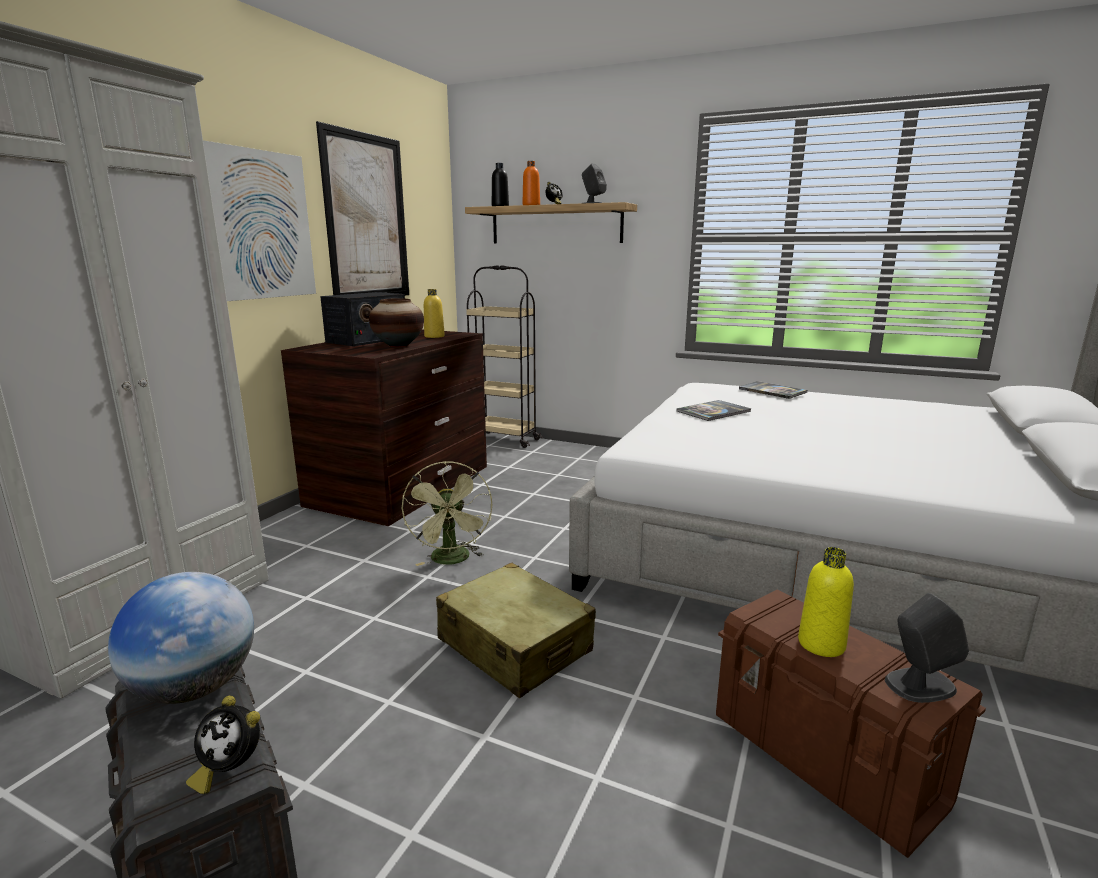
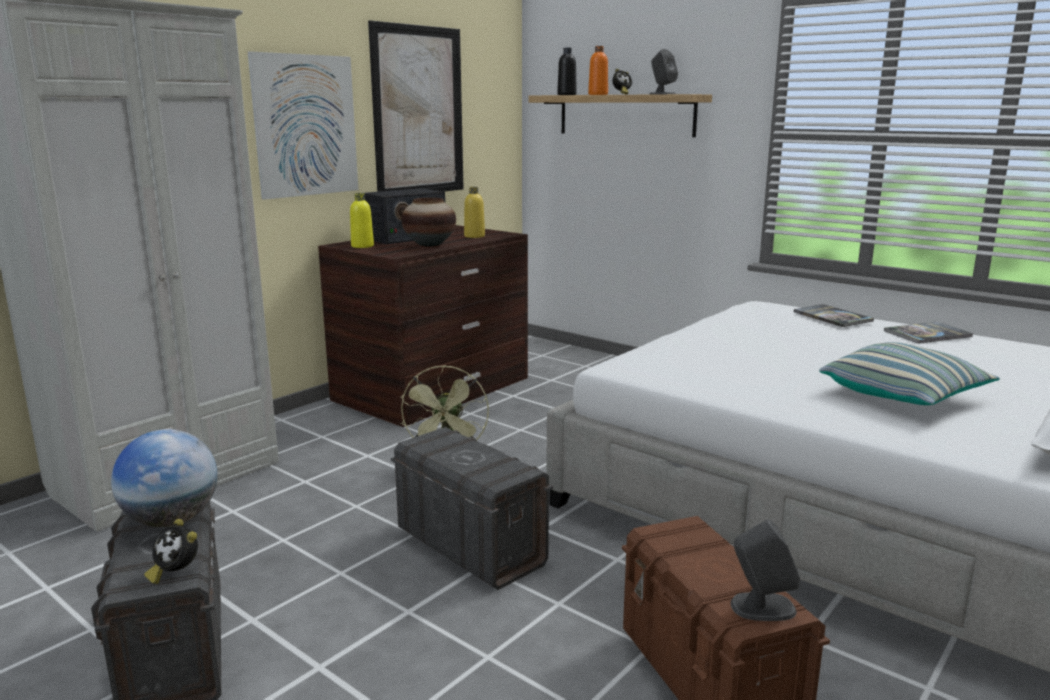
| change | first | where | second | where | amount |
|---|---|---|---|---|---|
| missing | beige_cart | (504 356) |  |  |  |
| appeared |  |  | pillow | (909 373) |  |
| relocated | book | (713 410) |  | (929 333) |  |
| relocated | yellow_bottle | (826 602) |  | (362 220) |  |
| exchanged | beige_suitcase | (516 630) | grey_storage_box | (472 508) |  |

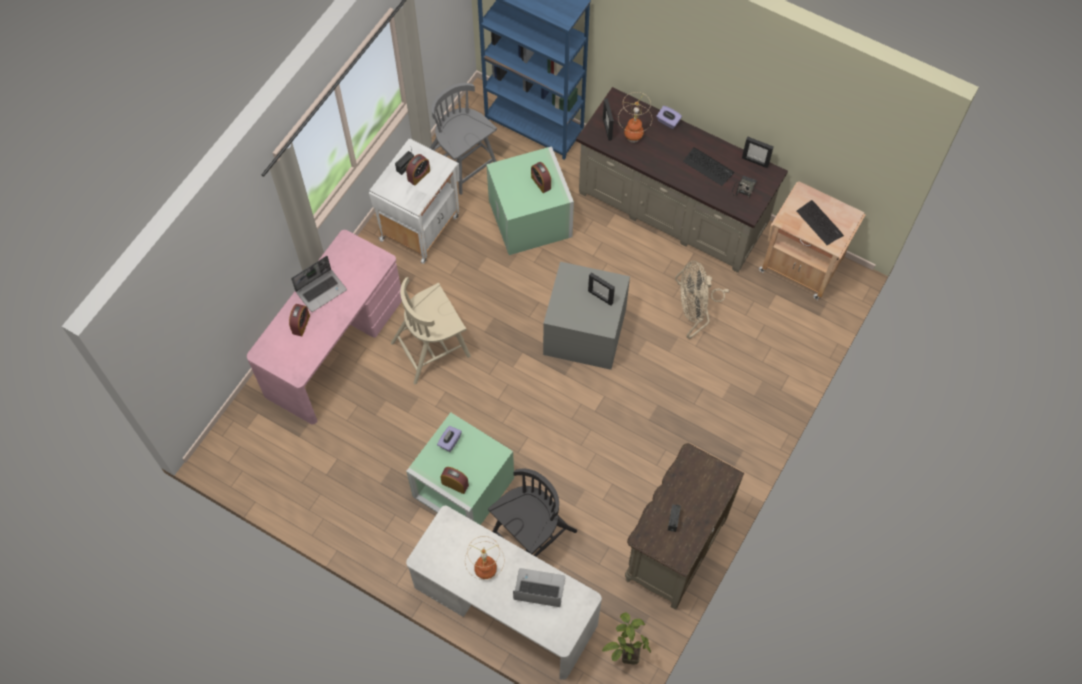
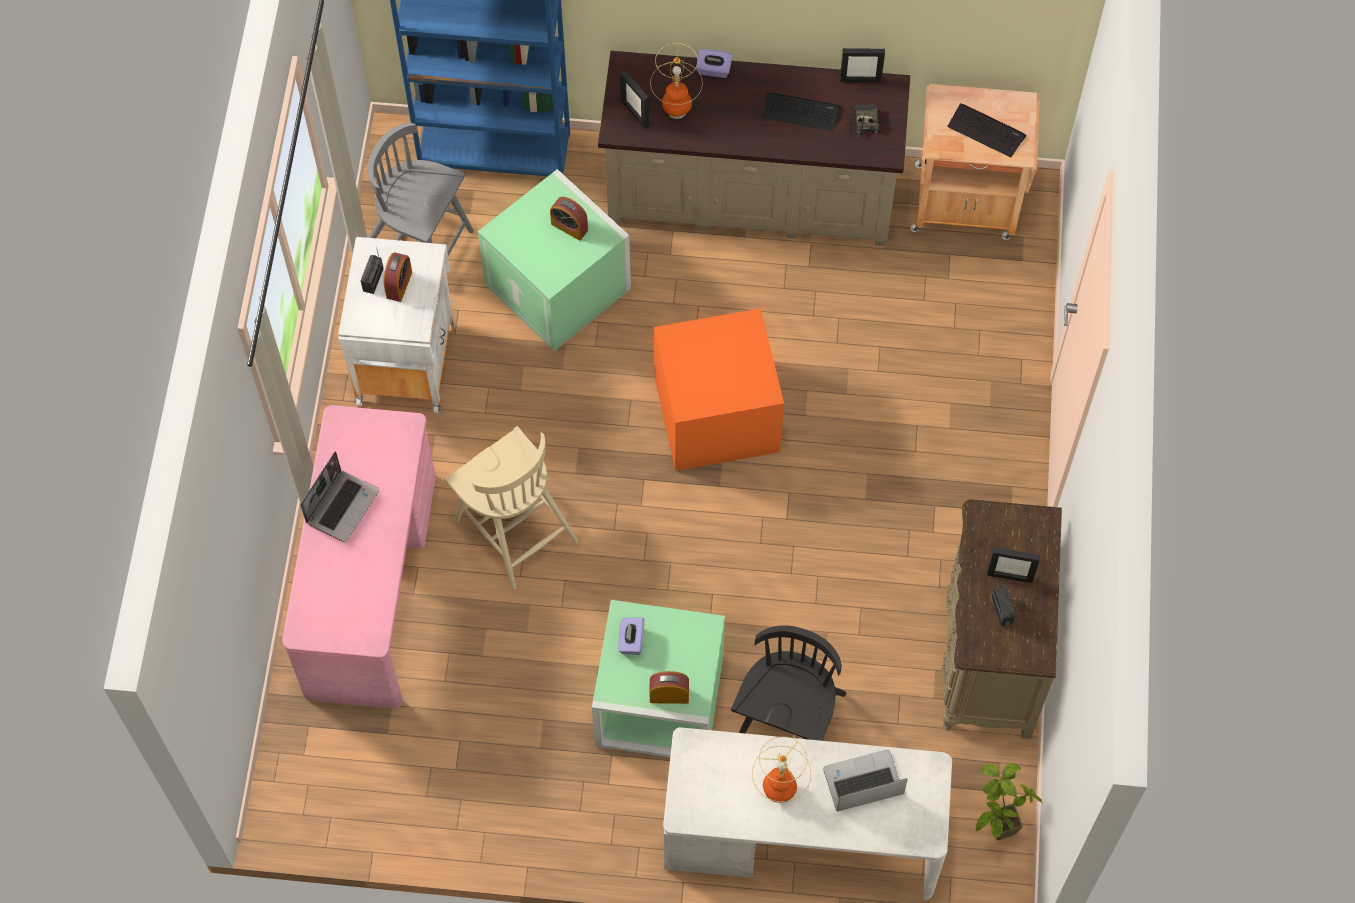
| change | first | where | second | where | amount |
|---|---|---|---|---|---|
| missing | alarm_clock | (299 320) |  |  |  |
| missing | beige_fan | (702 300) |  |  |  |
| relocated | picture_frame | (601 289) |  | (1013 565) |  |
| colour | grey_storage_box | (586 316) | orange_storage_box | (719 389) |  |
| spun | beige_chair | (431 330) |  | (511 507) | 75 degrees counterclockwise |

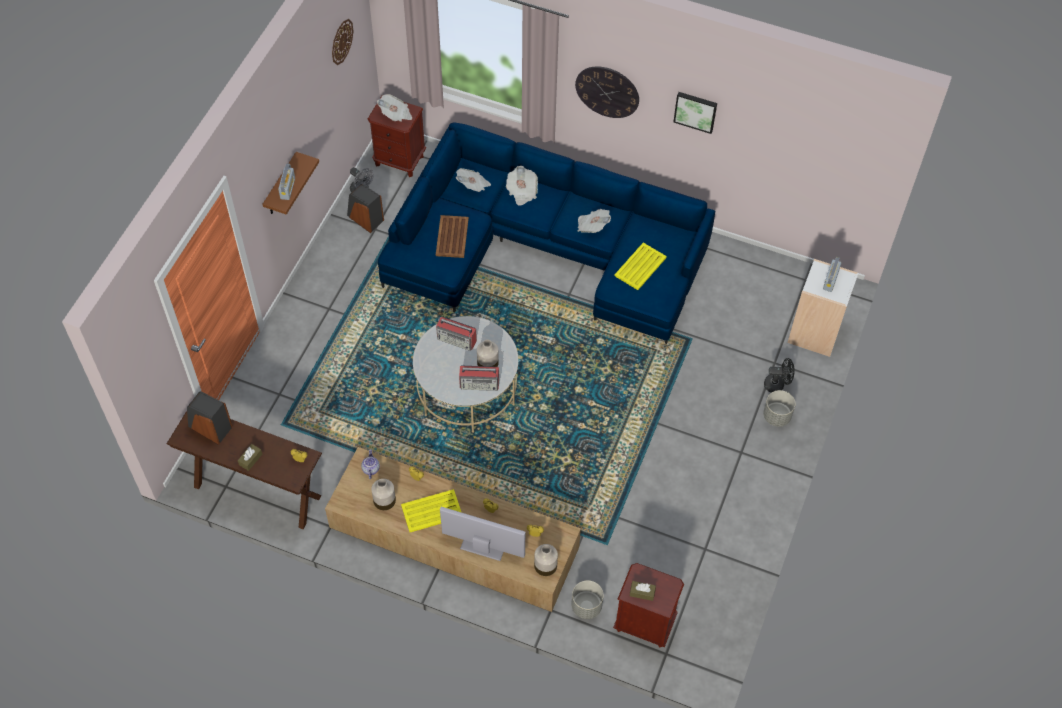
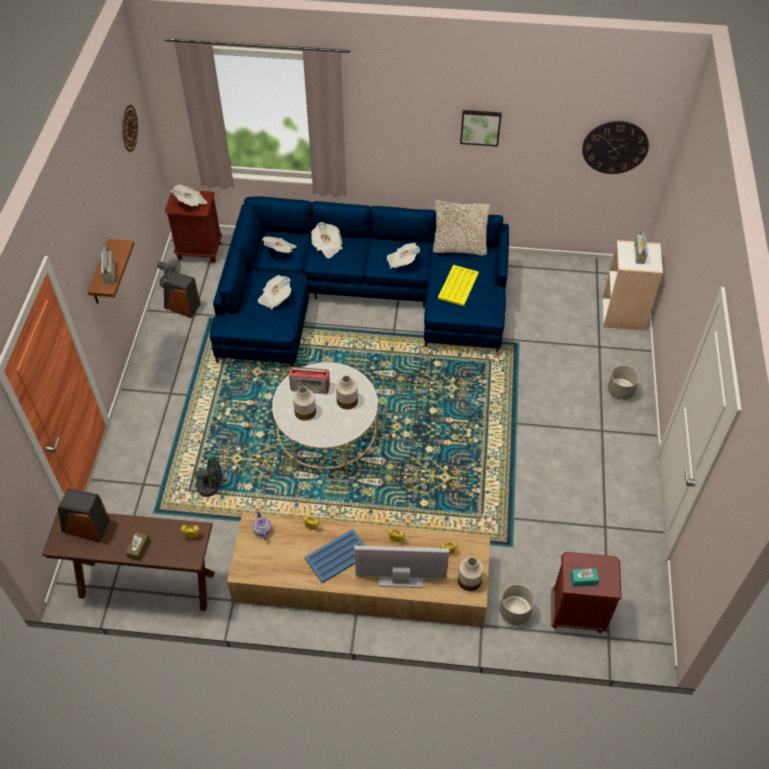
| change | first | where | second | where | amount |
|---|---|---|---|---|---|
| missing | radio | (479 378) |  |  |  |
| appeared |  |  | beige_pillow | (461 228) |  |
| relocated | beige_vase | (383 494) |  | (304 404) |  |
| relocated | wall_clock | (607 92) |  | (615 147) |  |
| relocated | black_fan | (779 375) |  | (208 477) |  |
| exchanged | brown_tray | (452 236) | newspaper | (274 292) |  |
| colour | yellow_tray | (431 510) | blue_tray | (335 556) |  |
| colour | brown_tissue_box | (643 591) | turquoise_tissue_box | (585 577) |  |

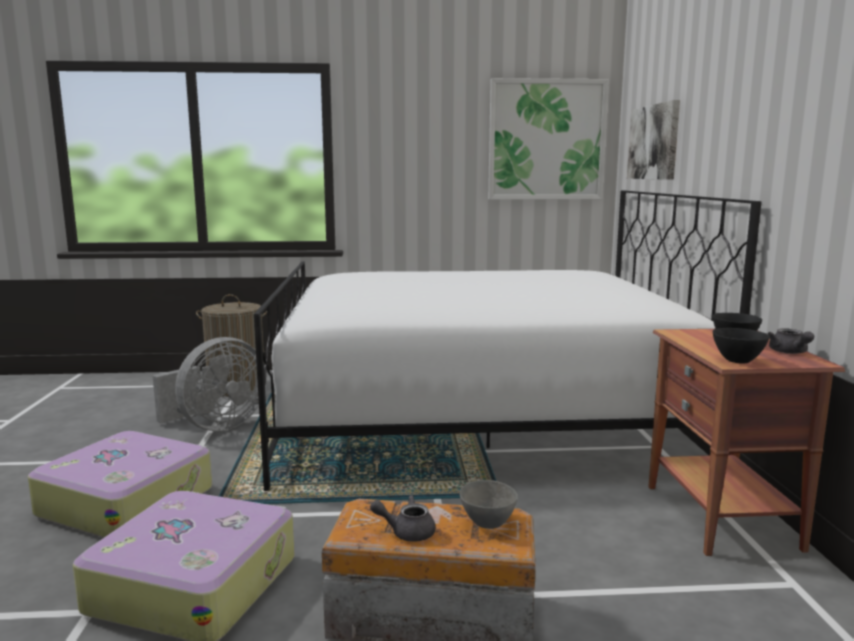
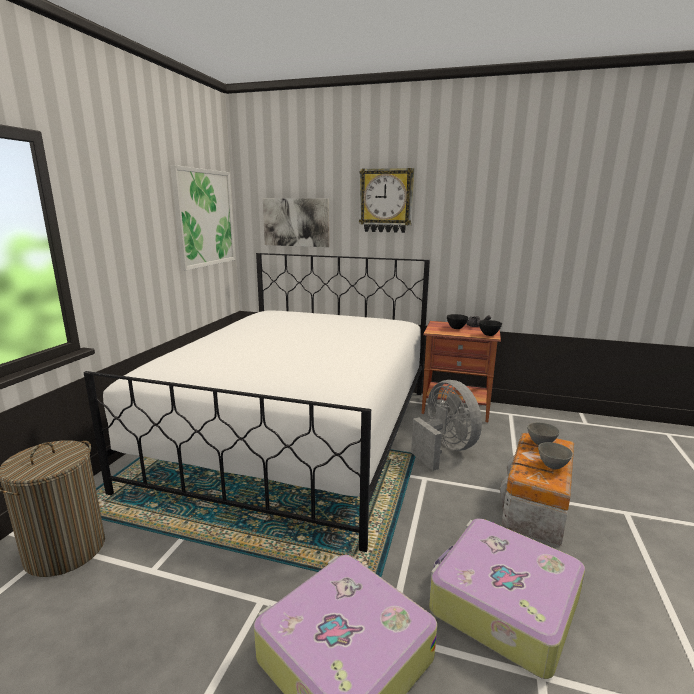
| change | first | where | second | where | amount |
|---|---|---|---|---|---|
| appeared |  |  | wall_clock | (386 200) |  |
| relocated | grey_fan | (209 384) |  | (446 425) |  |
| exchanged | grey_teapot | (403 518) | grey_bowl | (555 455) |  |

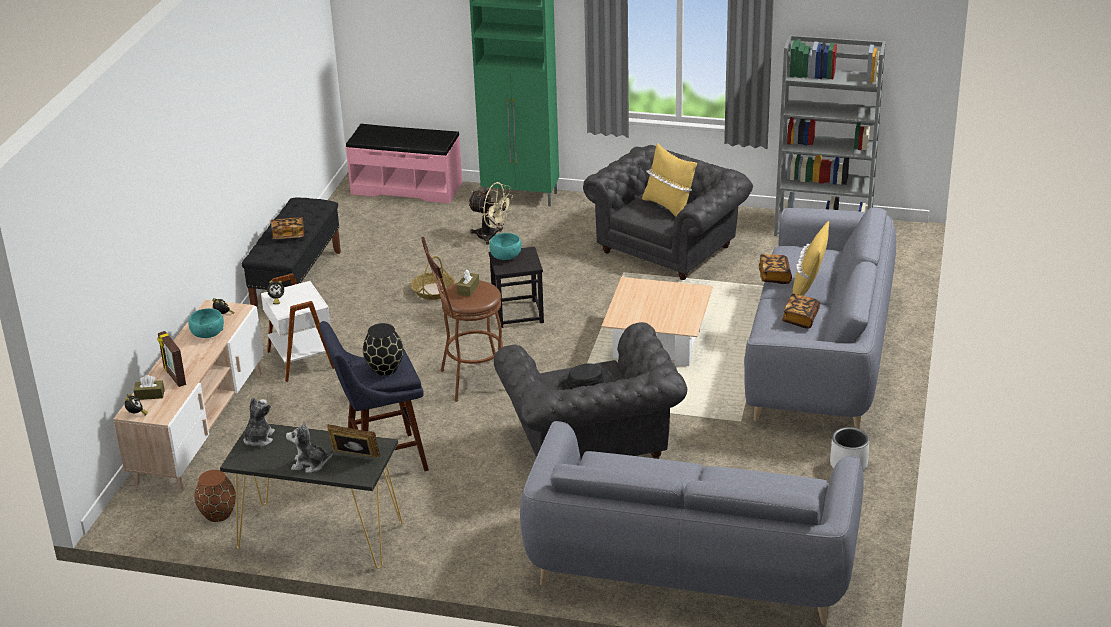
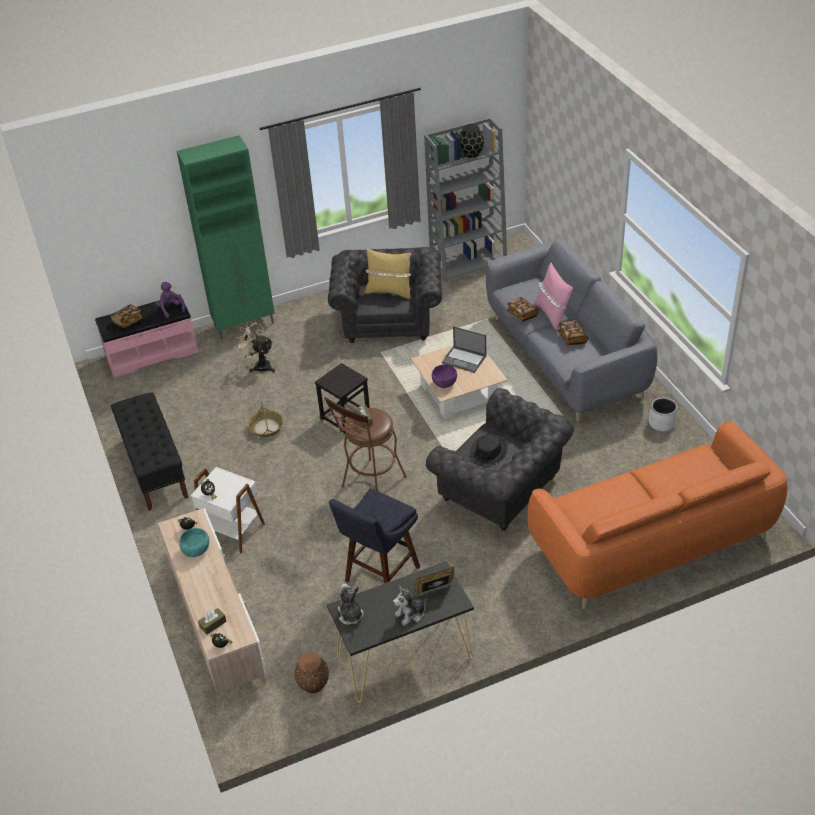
| change | first | where | second | where | amount |
|---|---|---|---|---|---|
| missing | picture_frame | (171 359) |  |  |  |
| missing | turquoise_bowl | (505 246) |  |  |  |
| appeared |  |  | purple_plush_toy | (170 300) |  |
| appeared |  |  | purple_bowl | (444 376) |  |
| appeared |  |  | laptop | (464 349) |  |
| relocated | book | (287 228) |  | (126 316) |  |
| relocated | black_vase | (383 349) |  | (472 141) |  |
| colour | grey_sofa | (692 523) | orange_sofa | (657 515) |  |
| colour | yellow_pillow | (811 258) | pink_pillow | (554 296) |  |
| spun | beige_fan | (490 213) |  | (255 347) | 135 degrees counterclockwise |

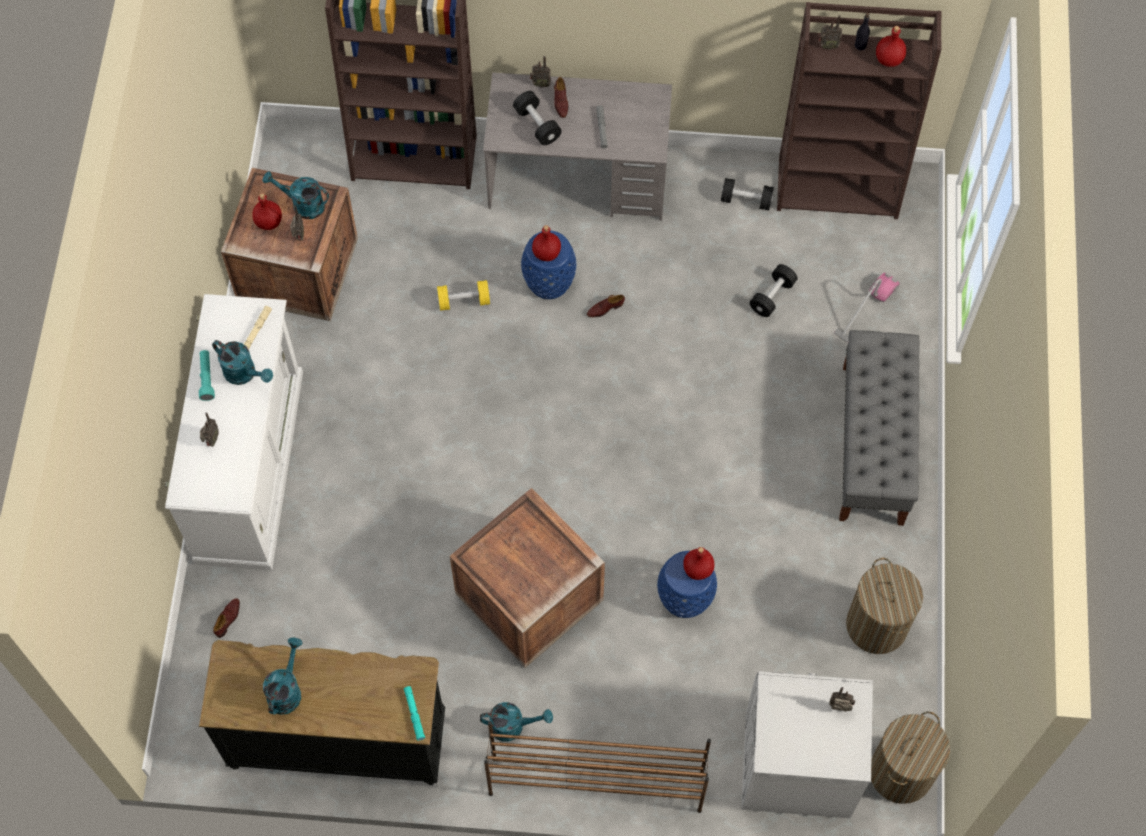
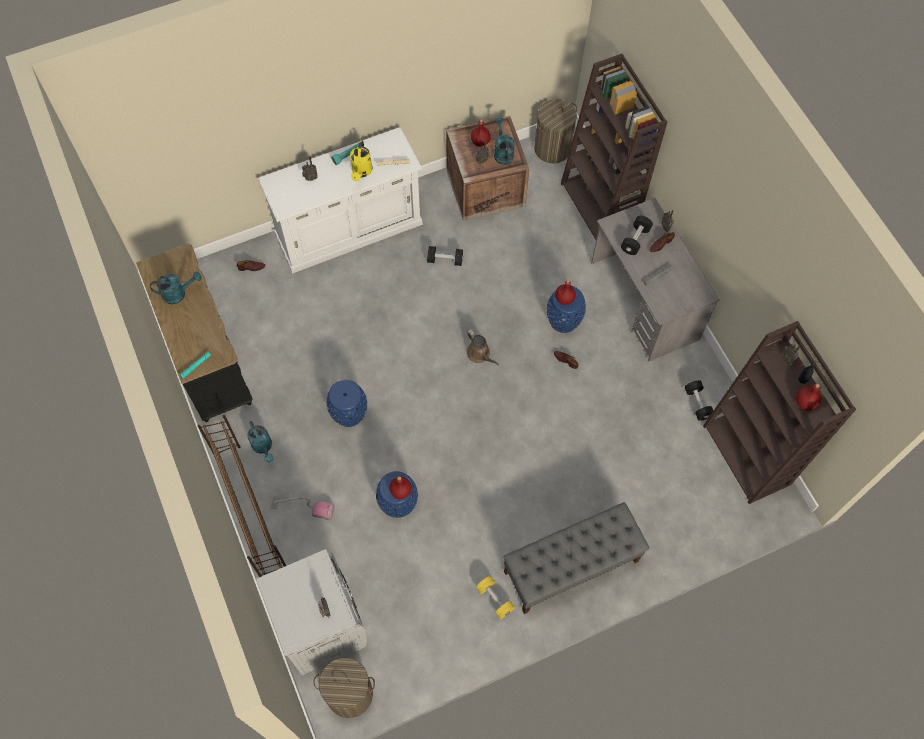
| change | first | where | second | where | amount |
|---|---|---|---|---|---|
| appeared |  |  | brown_watering_can | (483 347) |  |
| relocated | yellow_dumbbell | (463 295) |  | (495 597) |  |
| relocated | black_dumbbell | (774 290) |  | (445 256) |  |
| relocated | vacuum_cleaner | (867 307) |  | (302 507) |  |
| relocated | laundry_basket | (884 606) |  | (555 131) |  |
| exchanged | crate | (527 578) | blue_stool | (347 403) |  |
| colour | turquoise_watering_can | (242 362) | yellow_watering_can | (361 160) |  |

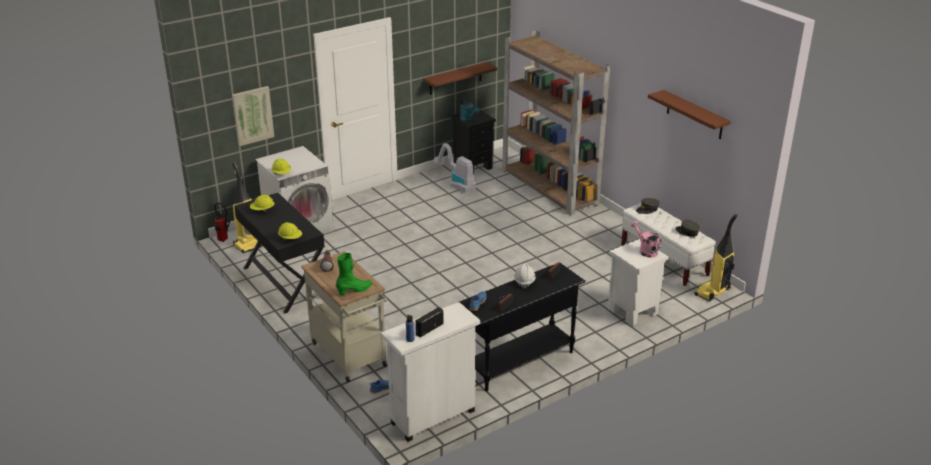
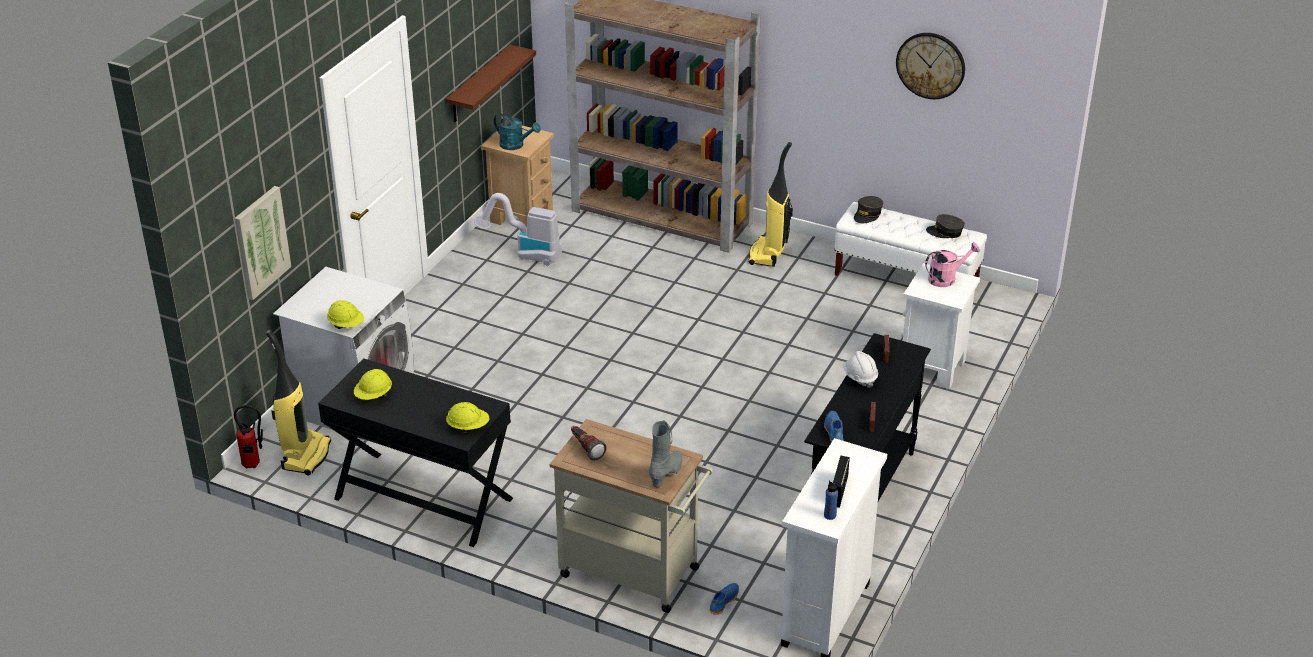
| change | first | where | second | where | amount |
|---|---|---|---|---|---|
| relocated | vacuum_cleaner | (716 257) |  | (770 204) |  |
| exchanged | brown_shelf | (689 114) | wall_clock | (930 66) |  |
| colour | green_boot | (354 274) | grey_boot | (665 454) |  |
| colour | black_nightstand | (473 142) | beige_nightstand | (517 176) |  |
| spun | pink_watering_can | (646 239) |  | (952 264) | 135 degrees clockwise |

